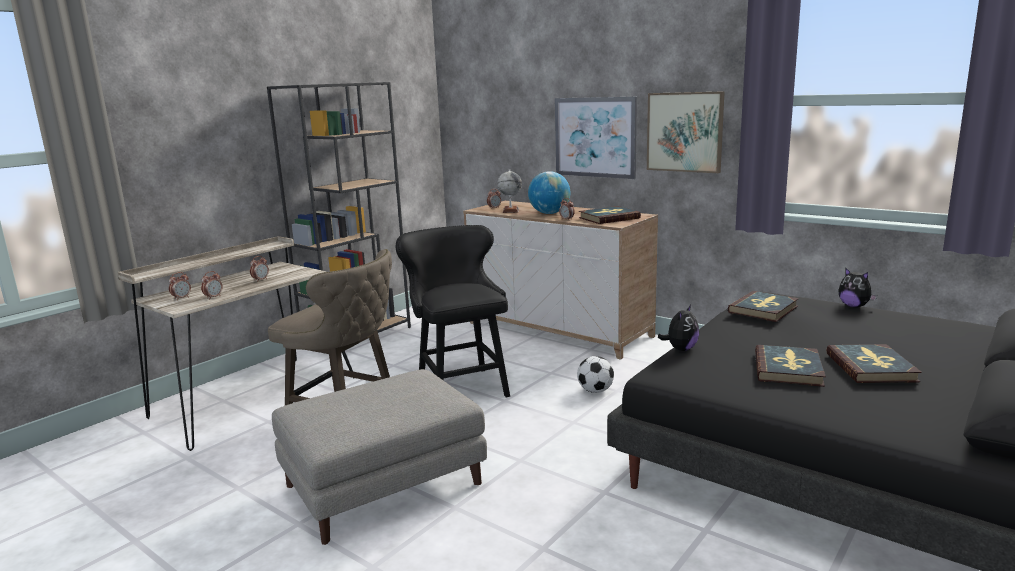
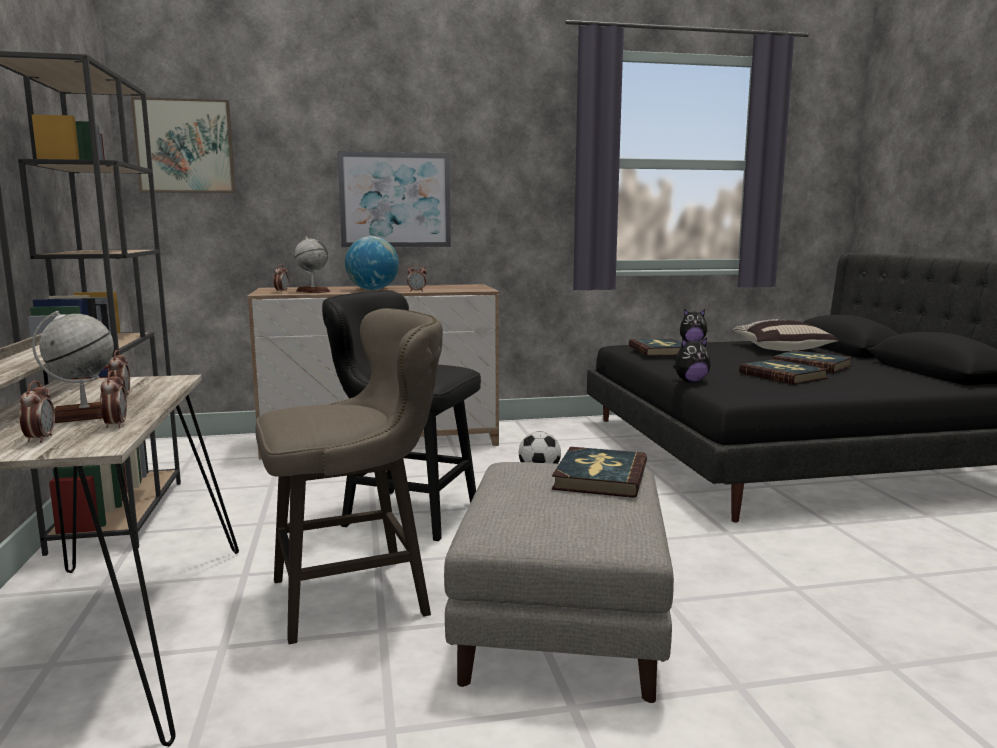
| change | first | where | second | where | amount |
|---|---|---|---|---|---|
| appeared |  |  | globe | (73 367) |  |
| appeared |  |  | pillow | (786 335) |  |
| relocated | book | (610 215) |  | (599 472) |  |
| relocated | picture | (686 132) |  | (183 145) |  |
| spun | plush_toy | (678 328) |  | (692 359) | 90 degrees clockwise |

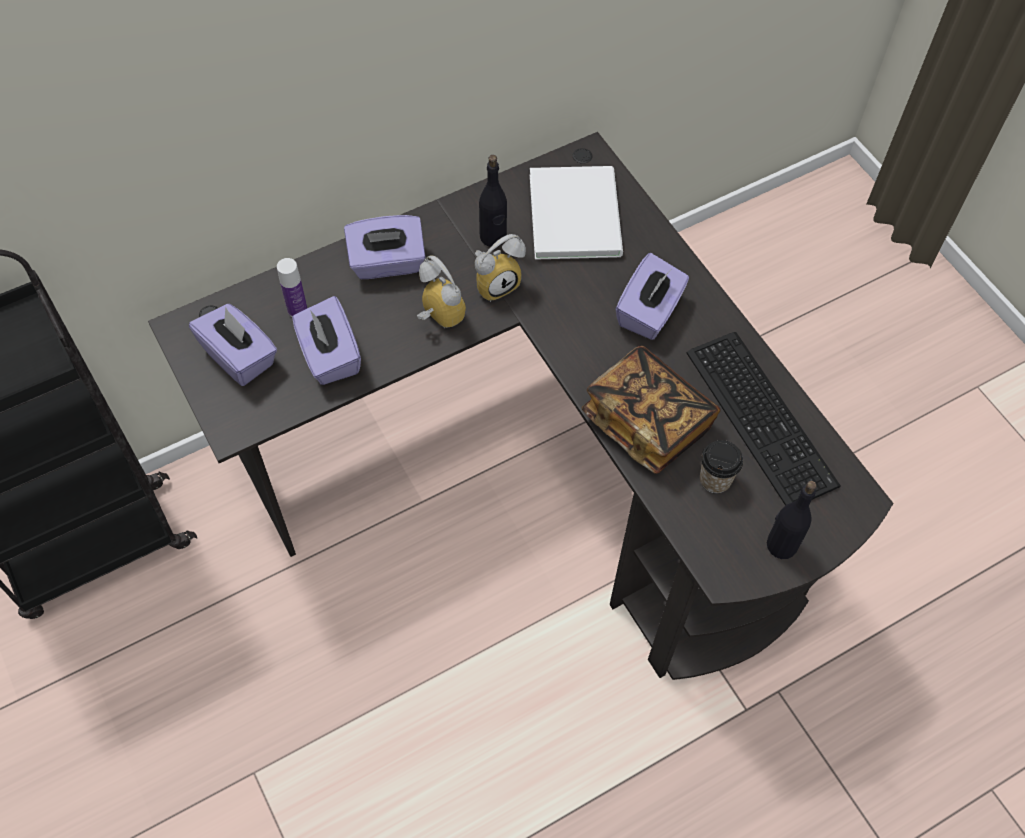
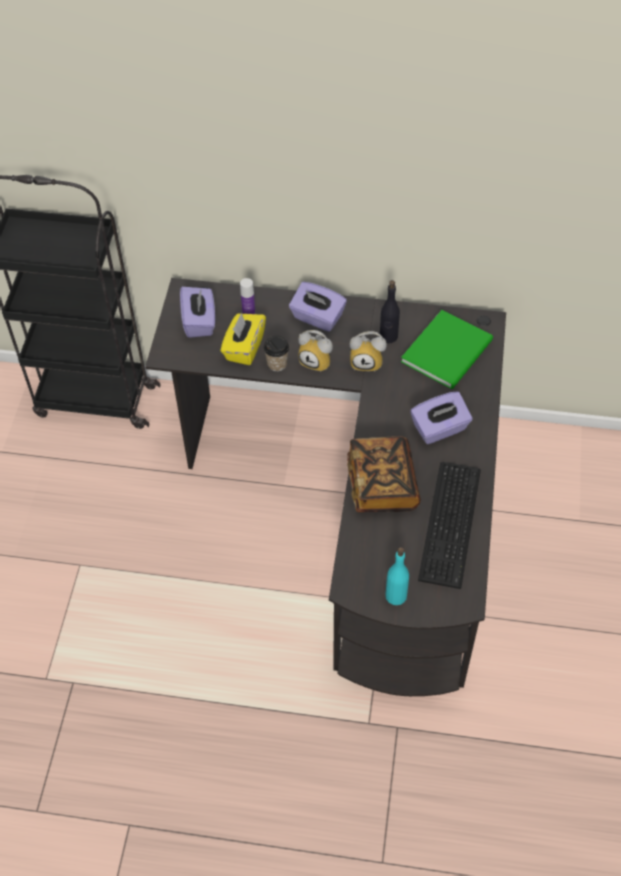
| change | first | where | second | where | amount |
|---|---|---|---|---|---|
| relocated | cup | (721 466) |  | (276 353) |  |
| colour | purple_tissue_box | (326 340) | yellow_tissue_box | (243 339) |  |
| colour | white_book | (576 213) | green_book | (447 349) |  |
| colour | black_bottle | (792 520) | turquoise_bottle | (397 576) |  |
| spun | alarm_clock | (441 291) |  | (315 351) | 120 degrees clockwise |

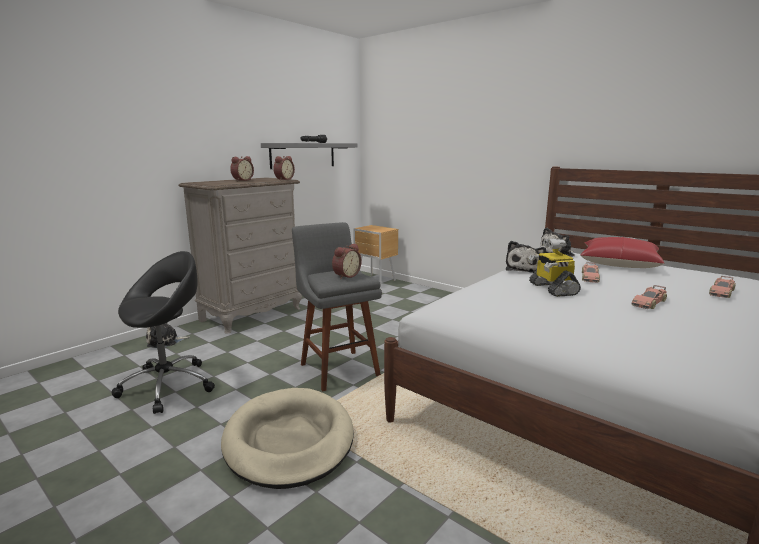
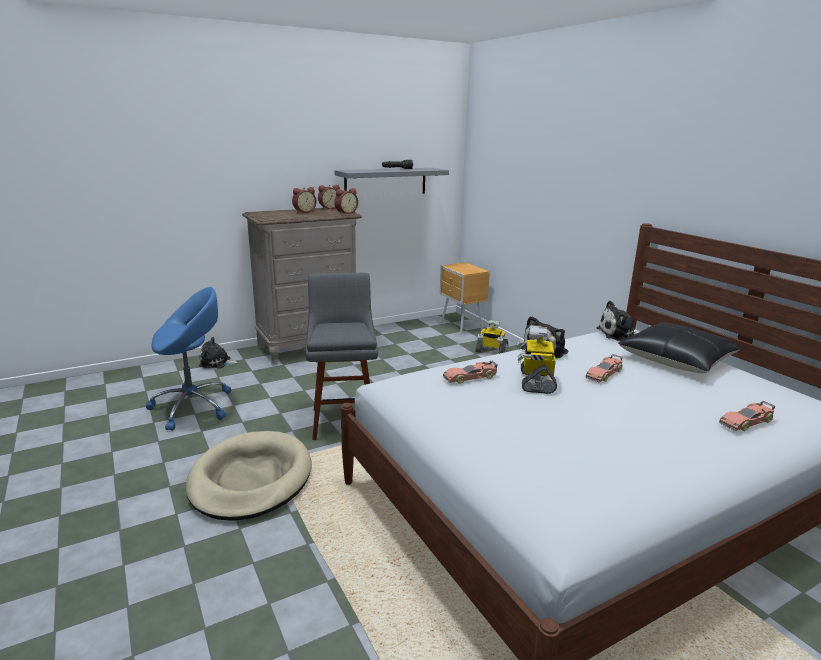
| change | first | where | second | where | amount |
|---|---|---|---|---|---|
| appeared |  |  | toy_robot | (492 337) |  |
| relocated | alarm_clock | (346 261) |  | (329 197) |  |
| relocated | toy_car | (649 297) |  | (470 372) |  |
| colour | black_office_chair | (163 332) | blue_office_chair | (188 359) |  |
| colour | red_pillow | (622 252) | black_pillow | (679 348) |  |

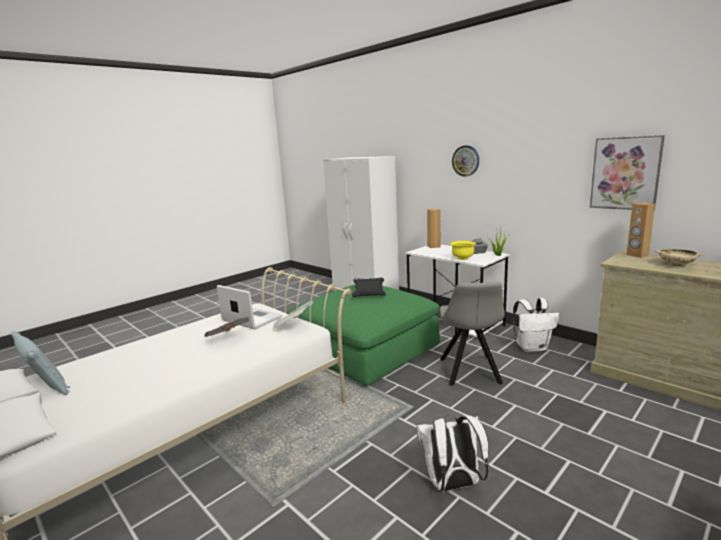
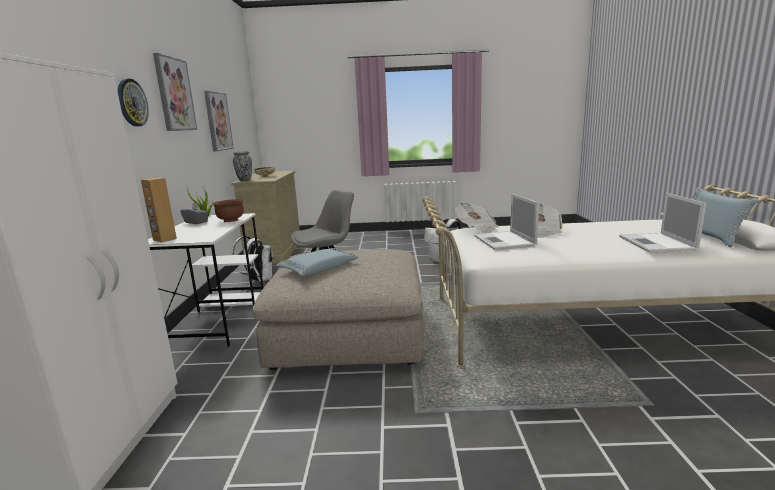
| change | first | where | second | where | amount |
|---|---|---|---|---|---|
| appeared |  |  | picture | (175 92) |  |
| appeared |  |  | laptop | (662 223) |  |
| exchanged | brown_speaker | (640 230) | vase | (242 166) |  |
| colour | green_ottoman | (363 335) | beige_ottoman | (338 309) |  |
| colour | black_pillow | (369 287) | blue_pillow | (317 262) |  |
| colour | yellow_bowl | (463 250) | brown_bowl | (228 210) |  |

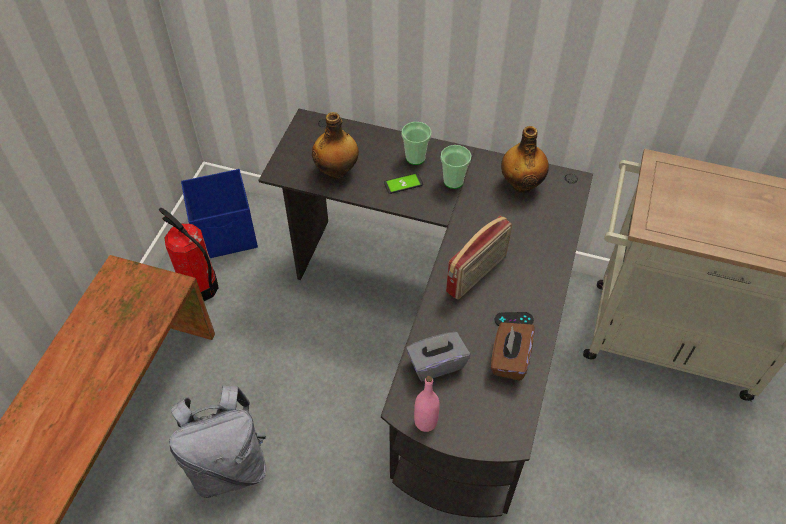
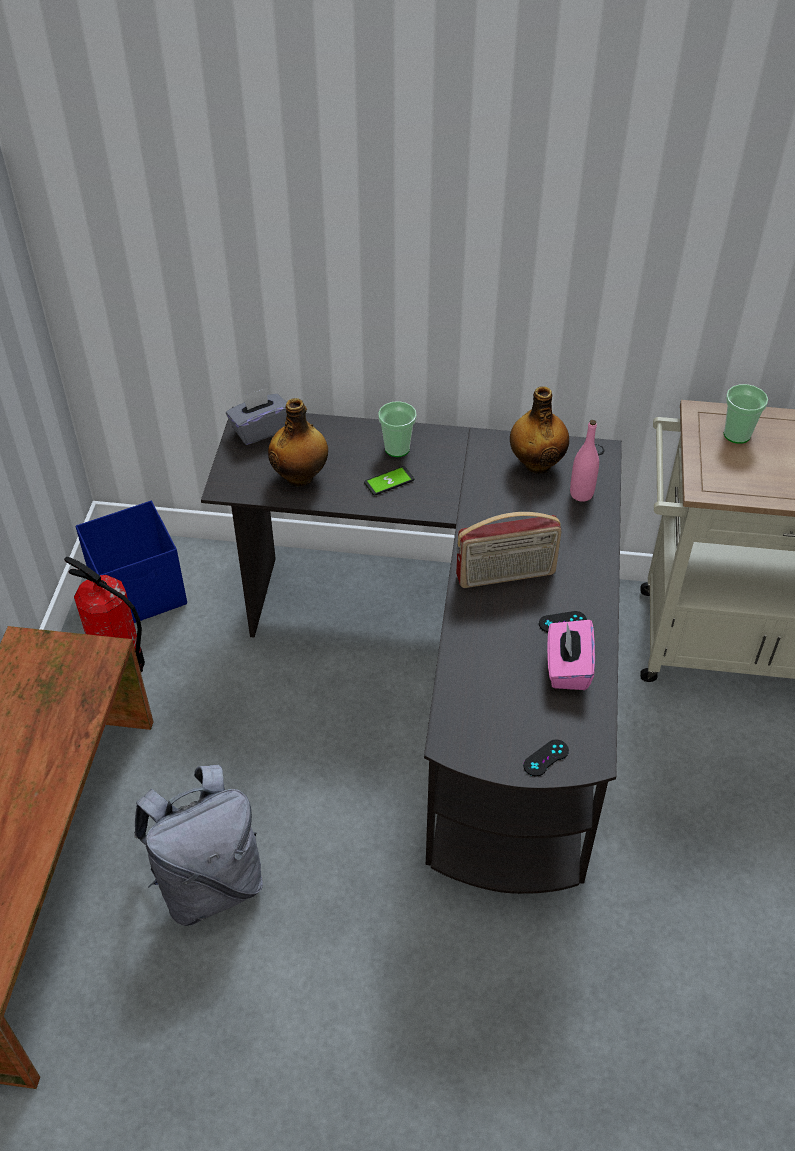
| change | first | where | second | where | amount |
|---|---|---|---|---|---|
| appeared |  |  | black_game_controller | (546 758) |  |
| relocated | grey_tissue_box | (438 356) |  | (256 416) |  |
| relocated | pink_bottle | (427 404) |  | (584 461) |  |
| relocated | cup | (456 167) |  | (746 414) |  |
| colour | brown_tissue_box | (513 351) | pink_tissue_box | (571 655) |  |
| spun | radio | (479 258) |  | (508 550) | 45 degrees clockwise |

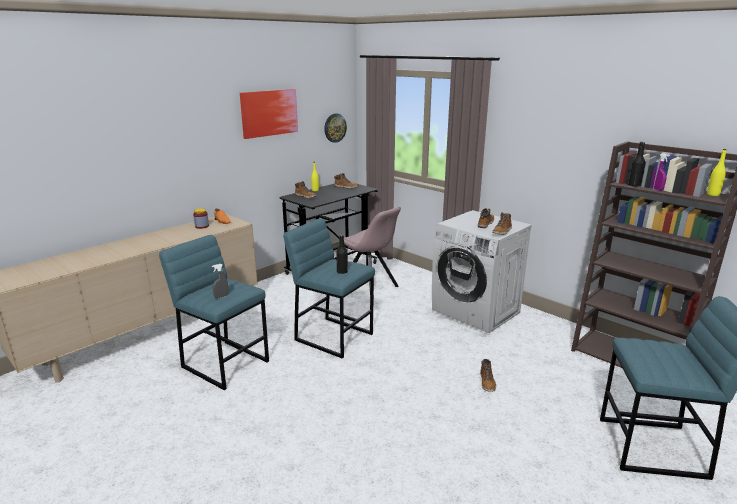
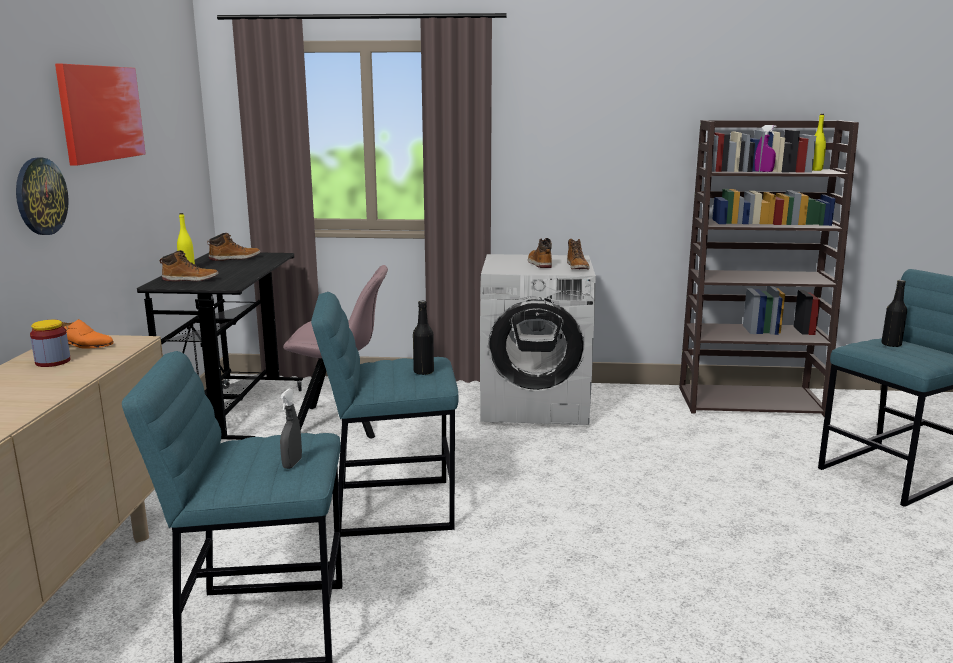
| change | first | where | second | where | amount |
|---|---|---|---|---|---|
| missing | boot | (488 375) |  |  |  |
| relocated | wall_clock | (335 128) |  | (42 196) |  |
| relocated | black_bottle | (636 164) |  | (894 313) |  |

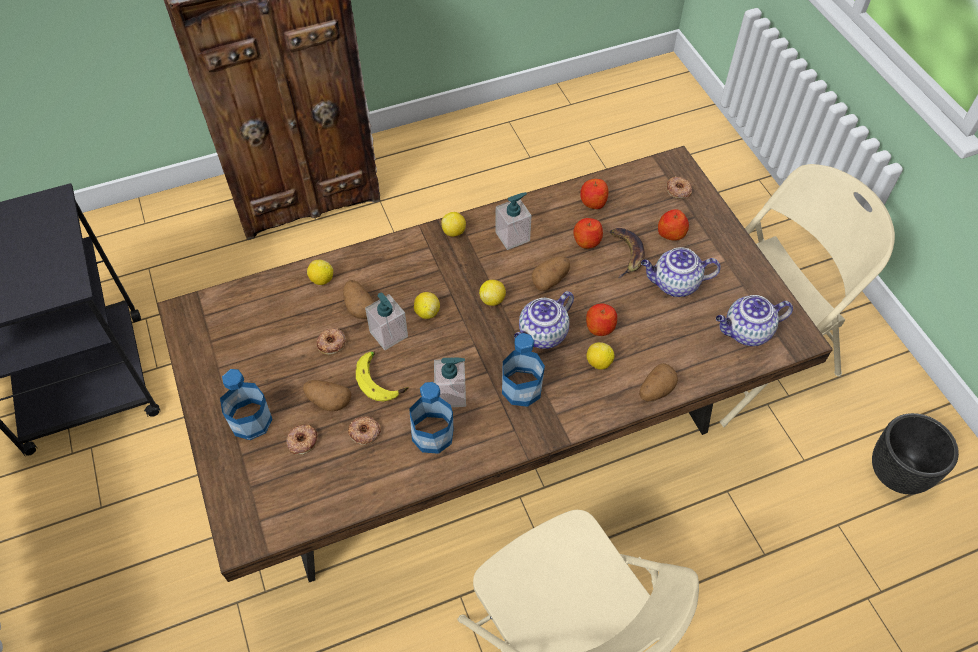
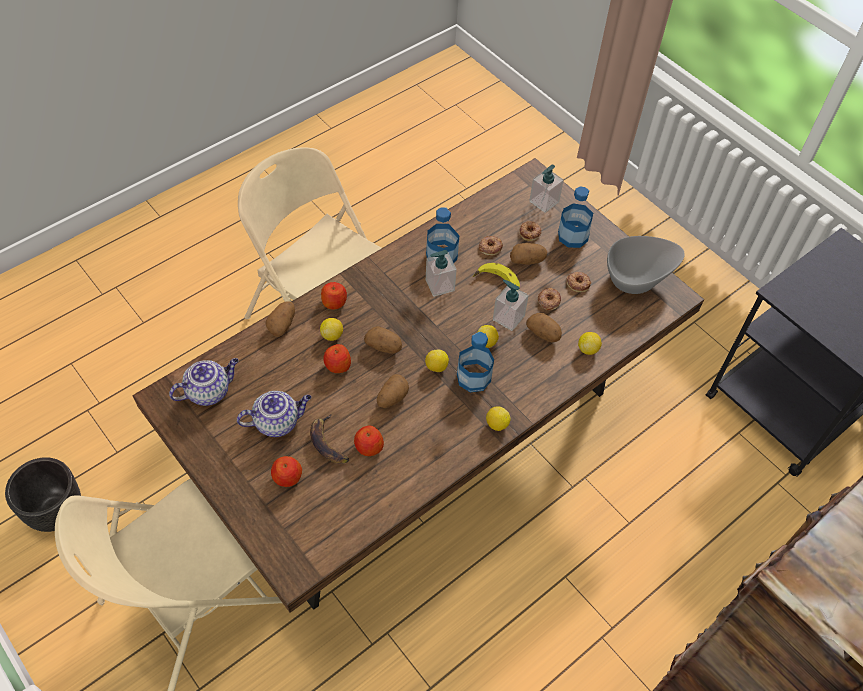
| change | first | where | second | where | amount |
|---|---|---|---|---|---|
| appeared |  |  | grey_bowl | (646 265) |  |
| relocated | soap_dispenser | (513 221) |  | (546 189) |  |
| relocated | bottle | (523 370) |  | (475 362) |  |
| relocated | apple | (594 194) |  | (334 296) |  |
| relocated | donut | (679 187) |  | (578 282) |  |
| exchanged | teapot | (544 320) | potato | (383 339) |  |

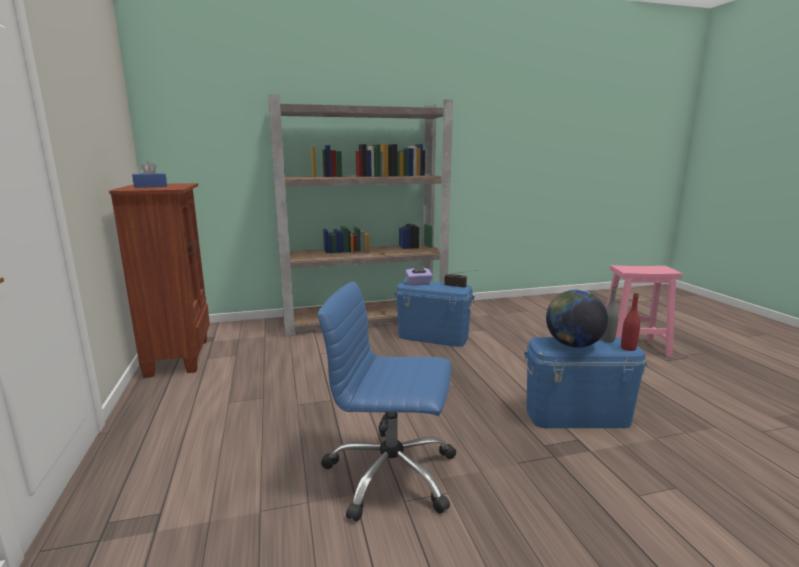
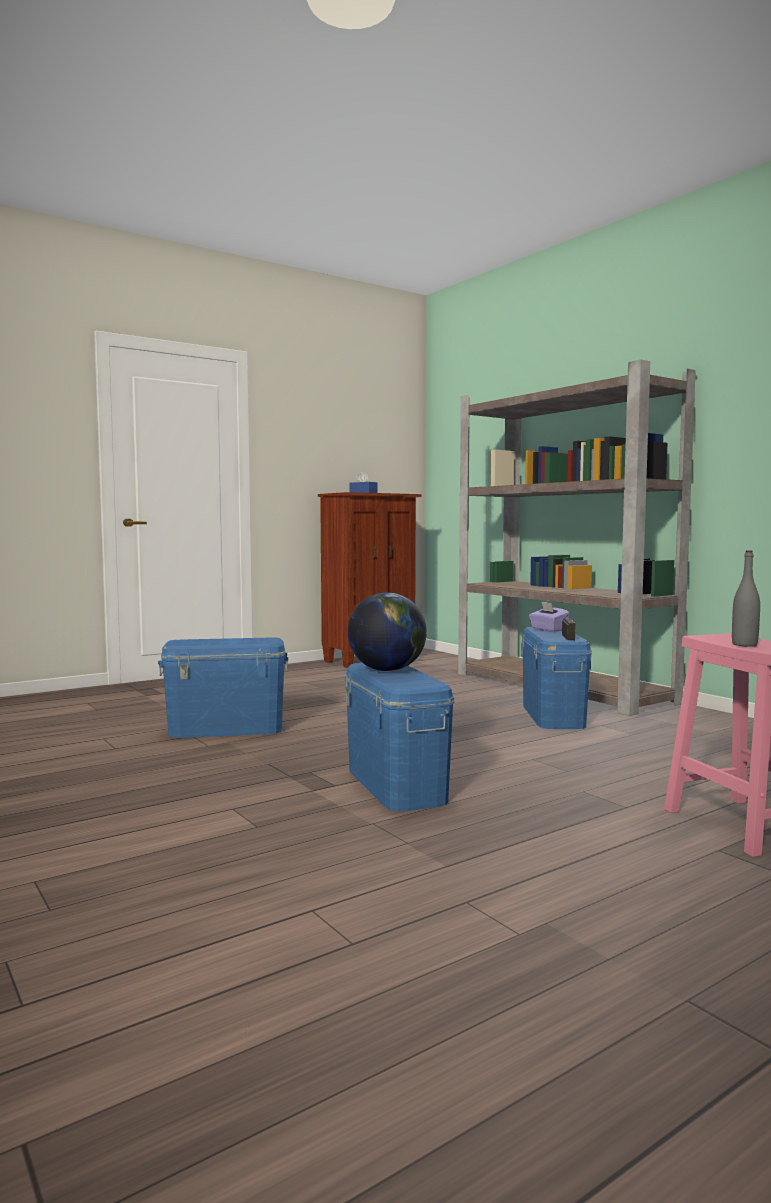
| change | first | where | second | where | amount |
|---|---|---|---|---|---|
| missing | red_bottle | (630 322) |  |  |  |
| relocated | grey_bottle | (609 314) |  | (746 598) |  |
| exchanged | blue_office_chair | (387 402) | blue_storage_box | (223 688) |  |

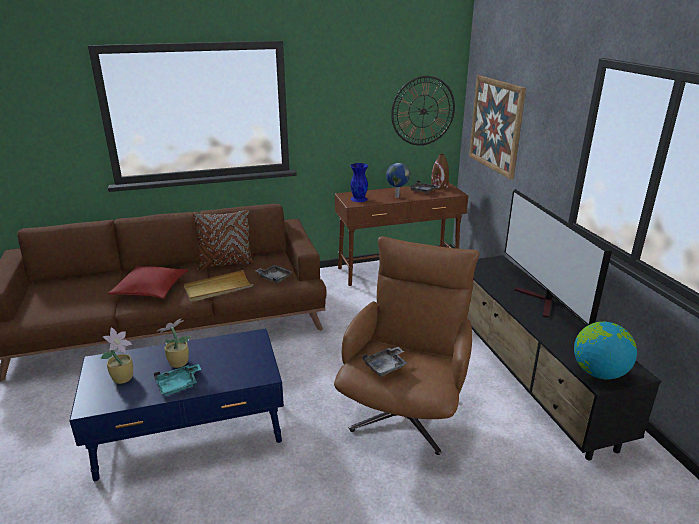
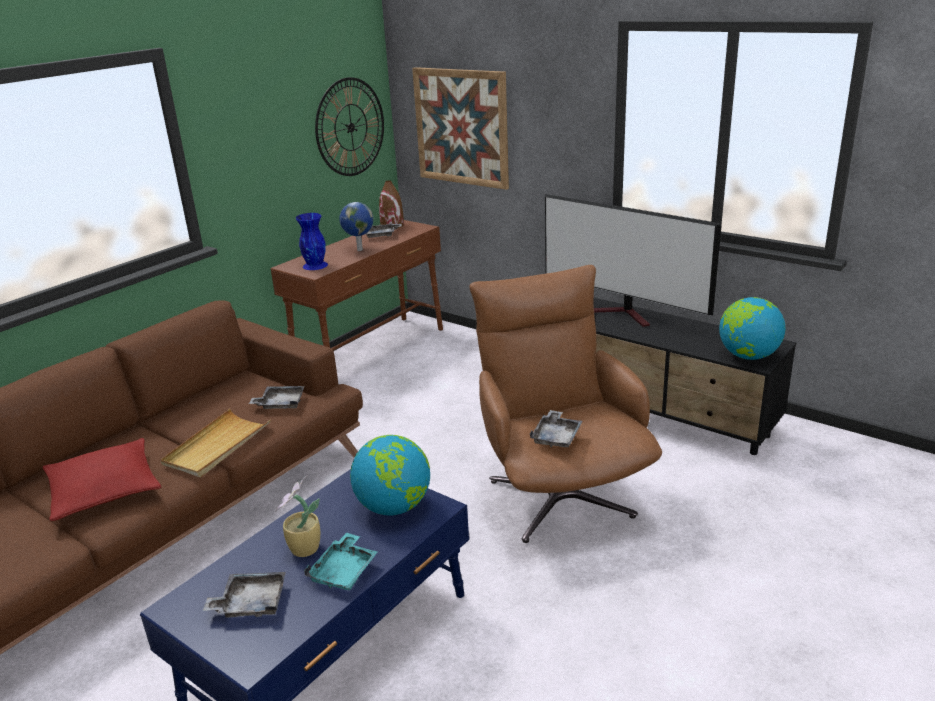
| change | first | where | second | where | amount |
|---|---|---|---|---|---|
| missing | brown_pillow | (223 240) |  |  |  |
| appeared |  |  | globe | (390 475) |  |
| exchanged | potted_plant | (116 355) | grey_tray | (244 595) |  |

